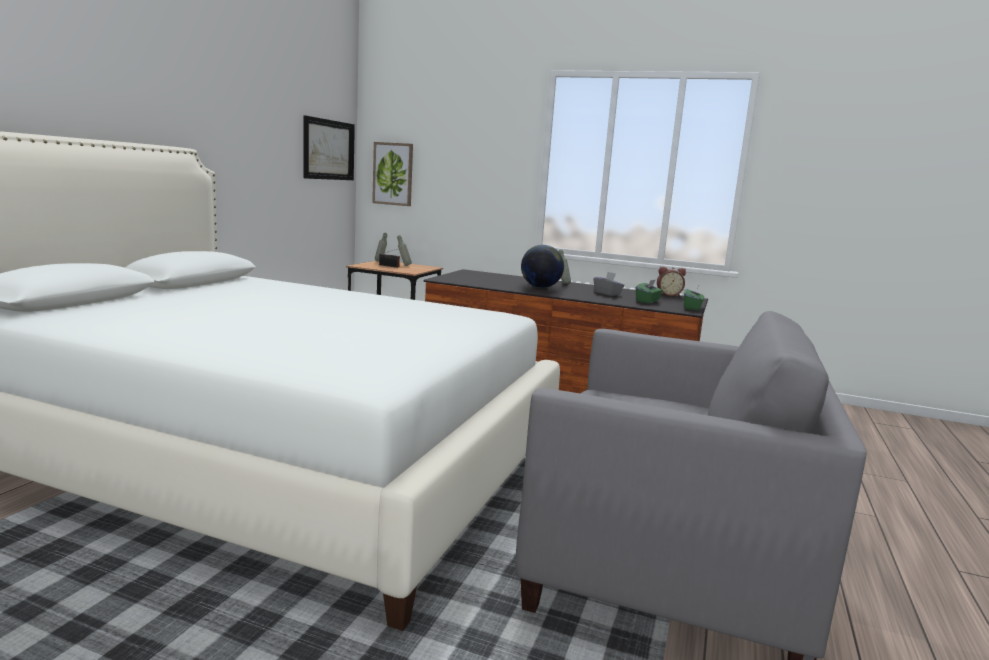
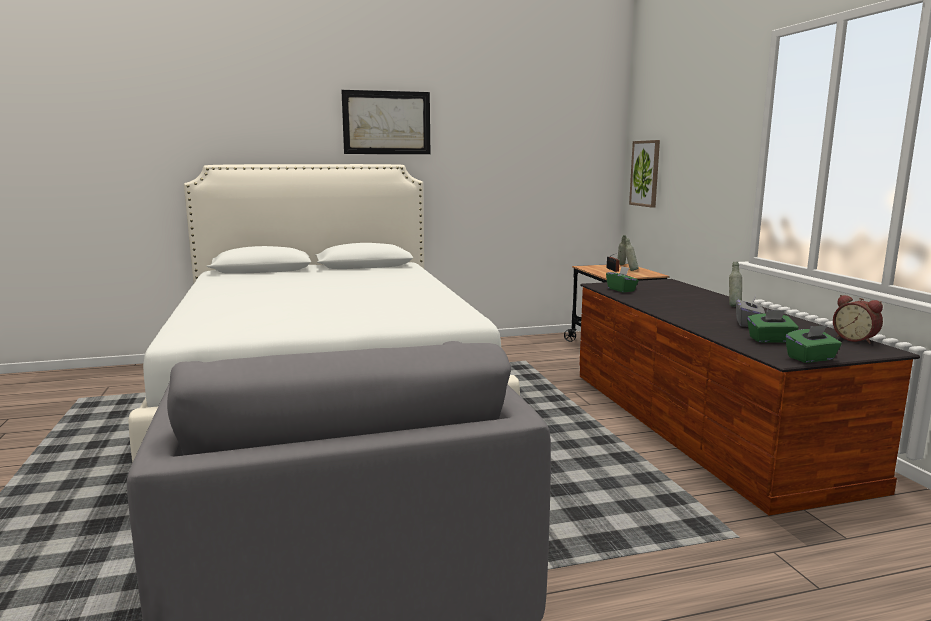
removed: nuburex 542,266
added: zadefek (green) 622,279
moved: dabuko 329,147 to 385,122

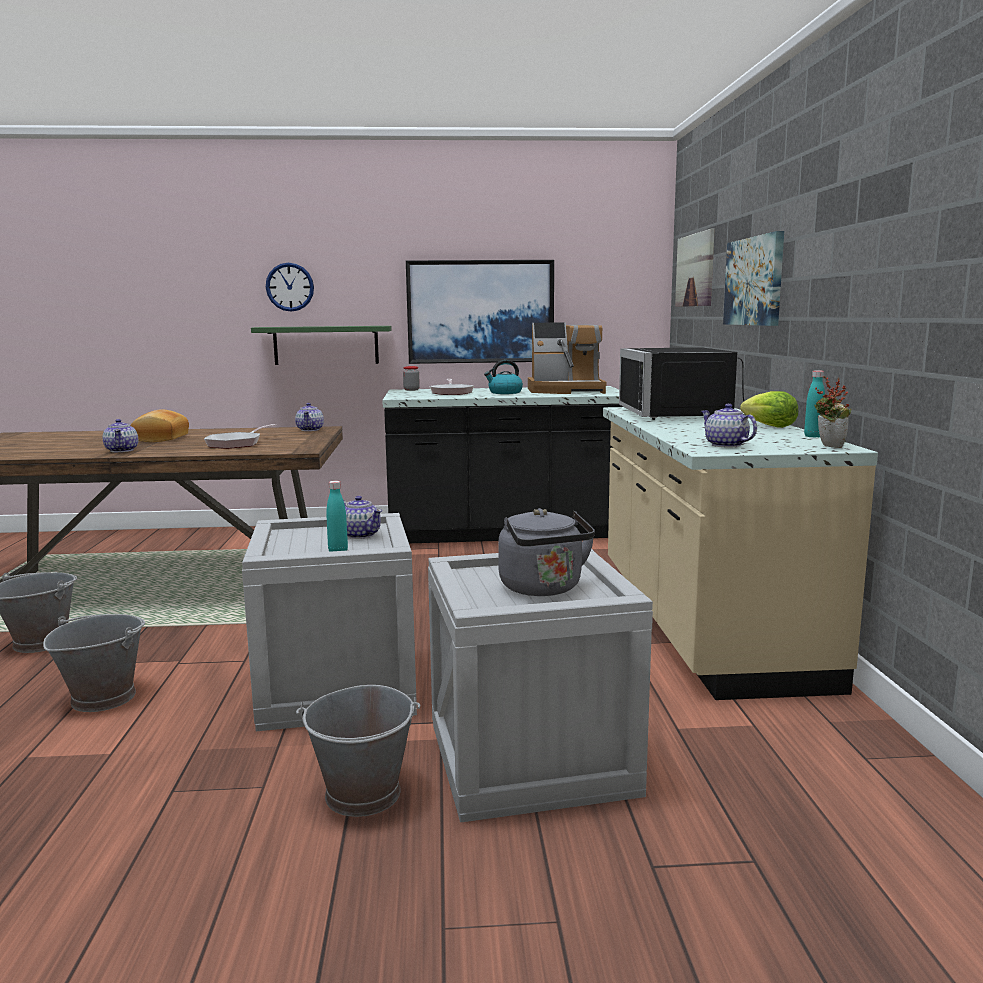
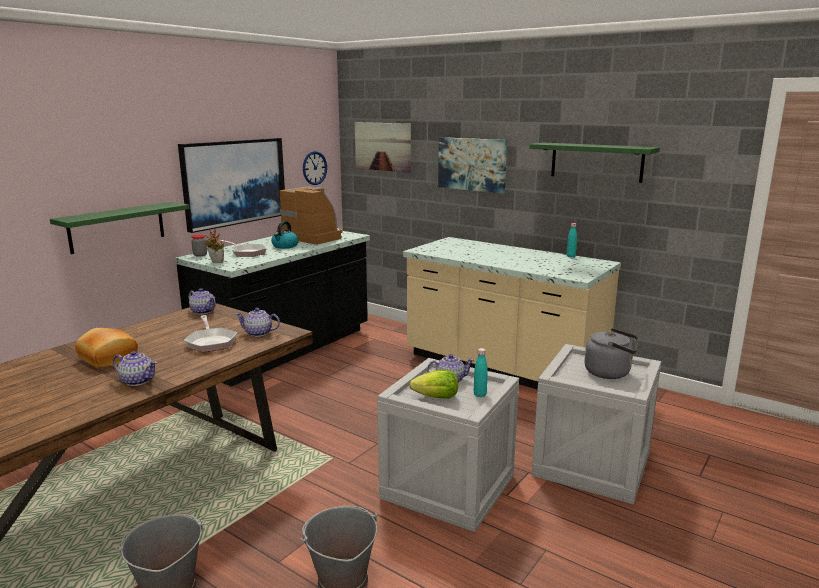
removed: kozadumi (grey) 358,751; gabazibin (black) 682,383
added: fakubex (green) 594,163
moved: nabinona 832,412 to 214,246; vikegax 729,426 to 258,322; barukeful 290,287 to 315,168; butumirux 769,409 to 433,384
turned: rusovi 567,358 = 311,215 90 degrees counterclockwise

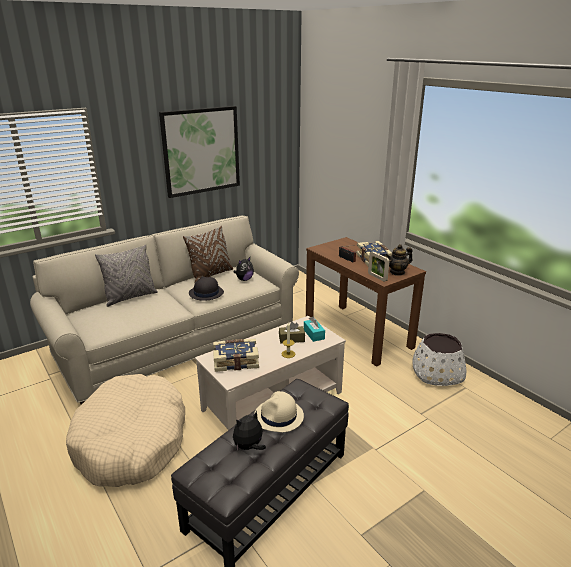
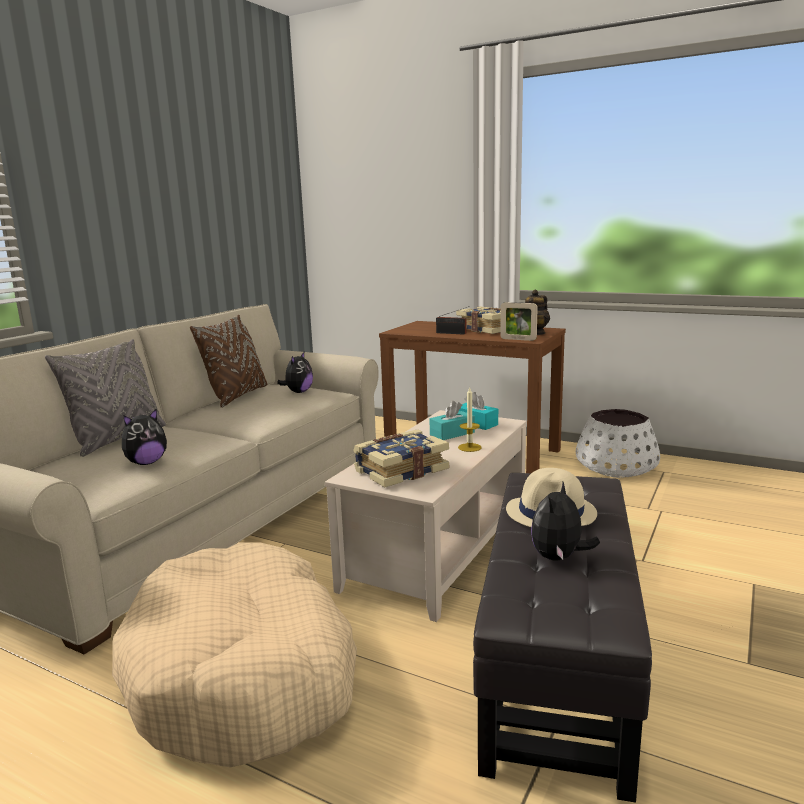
removed: dabuko 199,152; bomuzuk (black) 206,288
added: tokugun 144,437
recoloured: zadefek (brown) 292,333 to zadefek (turquoise) 452,420

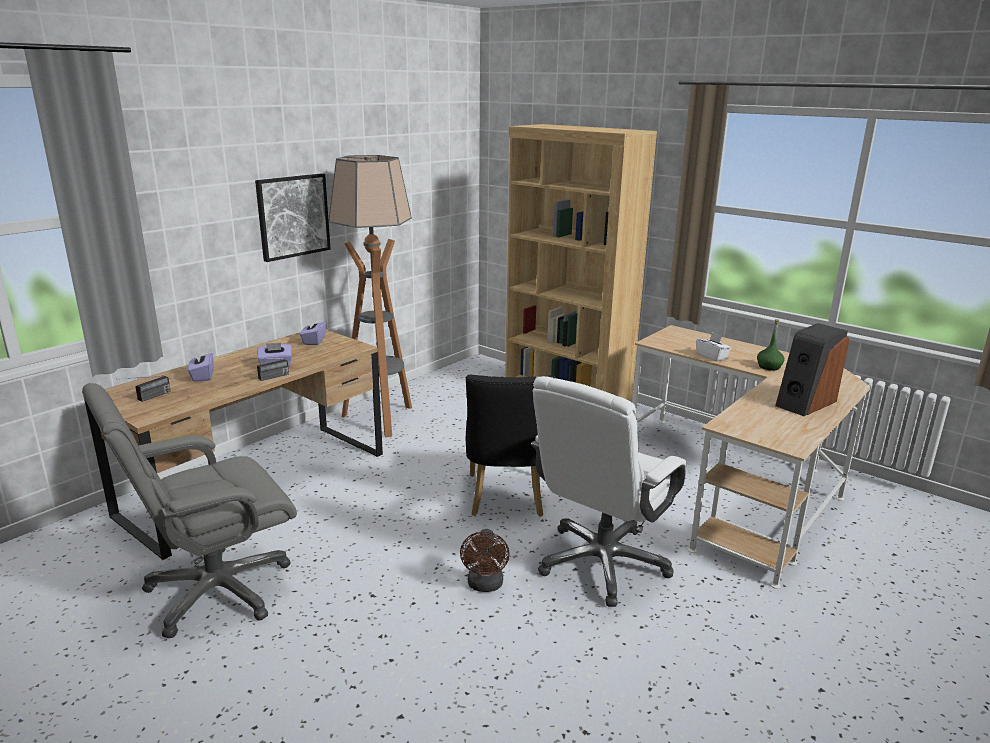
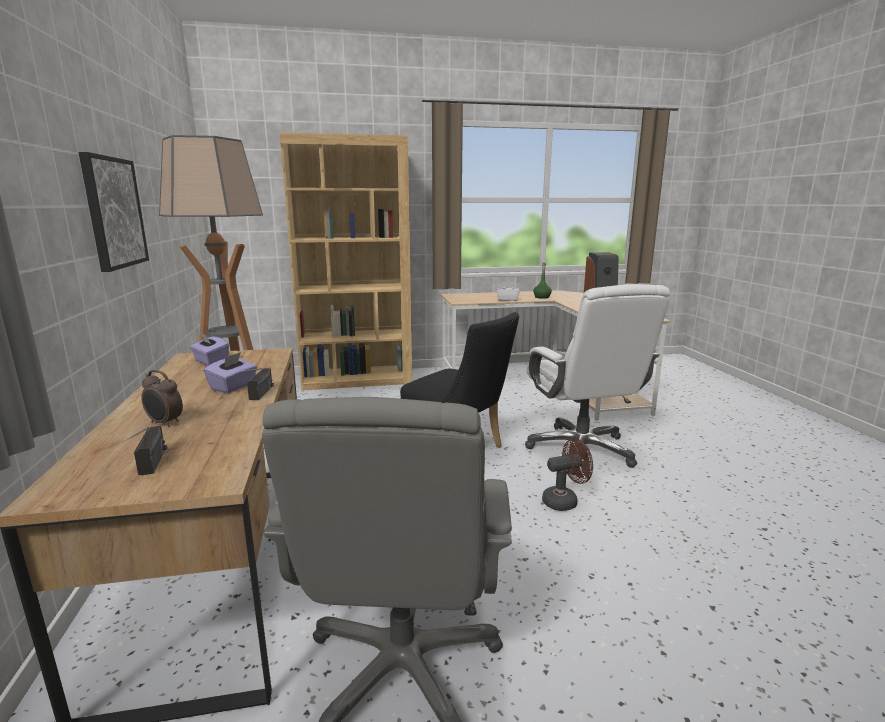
replaced: zadefek (purple) 201,366 to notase 162,398
turned: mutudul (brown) 485,560 = 567,474 60 degrees counterclockwise

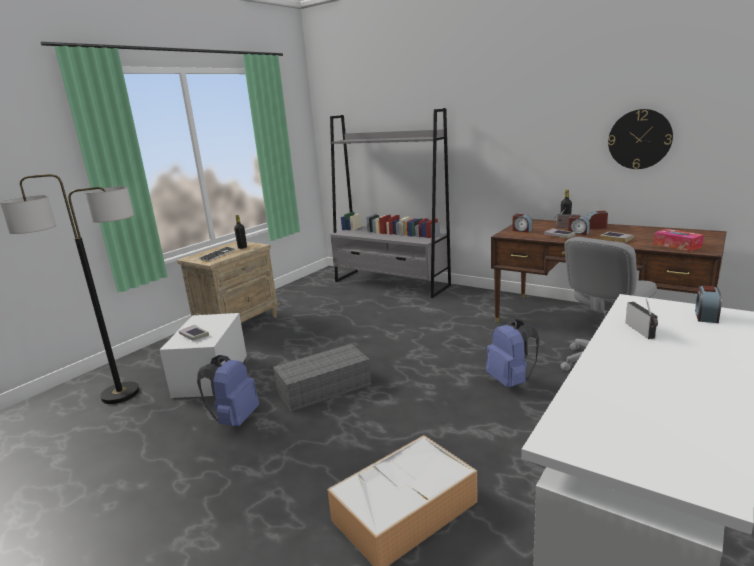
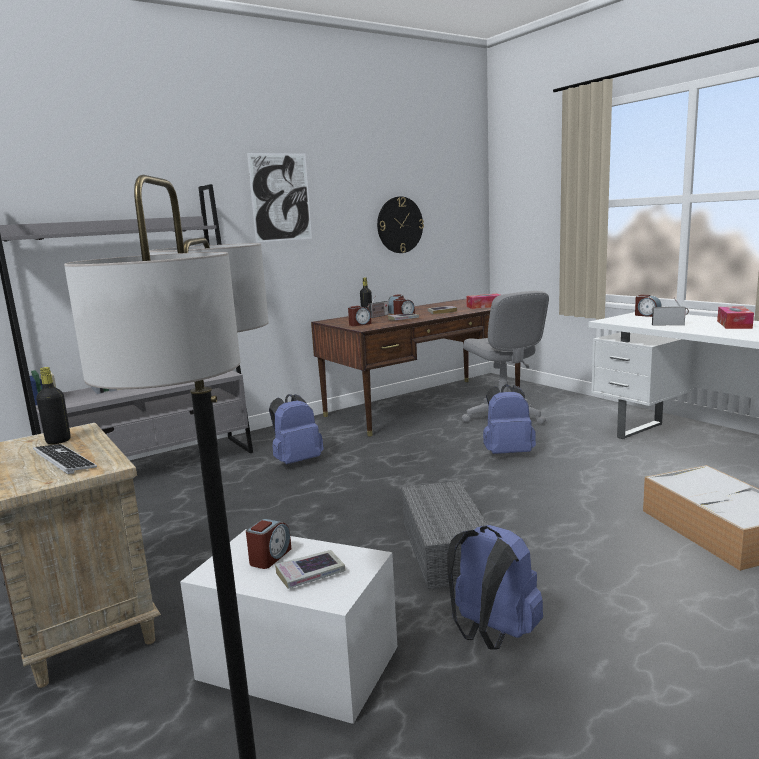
added: notase 269,544; dabuko 279,197; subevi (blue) 296,429; zadefek 735,318

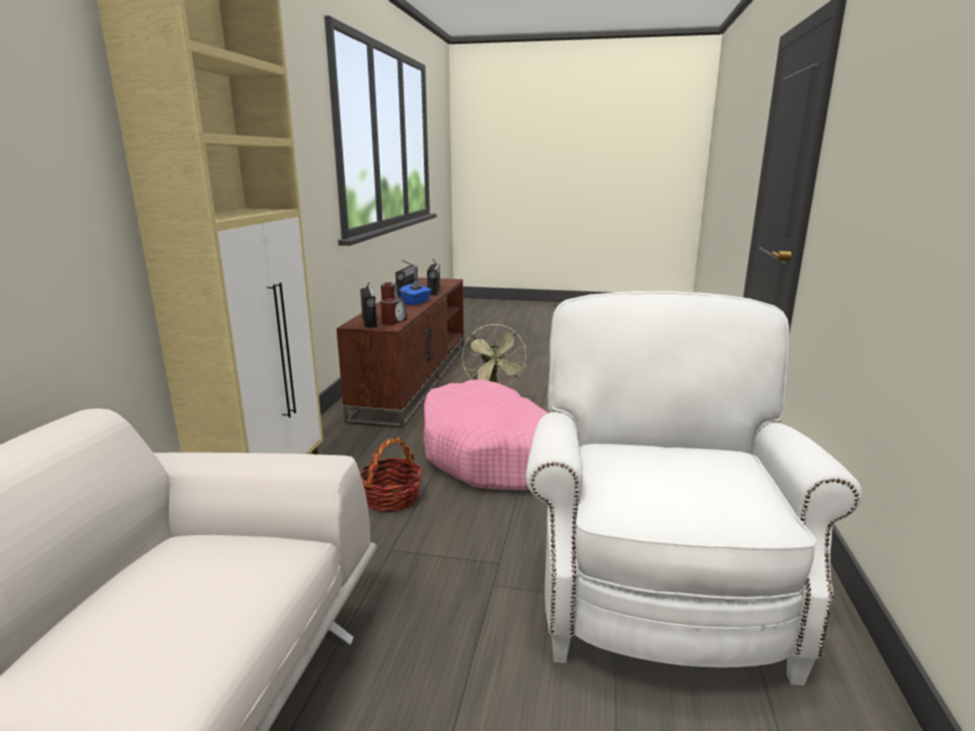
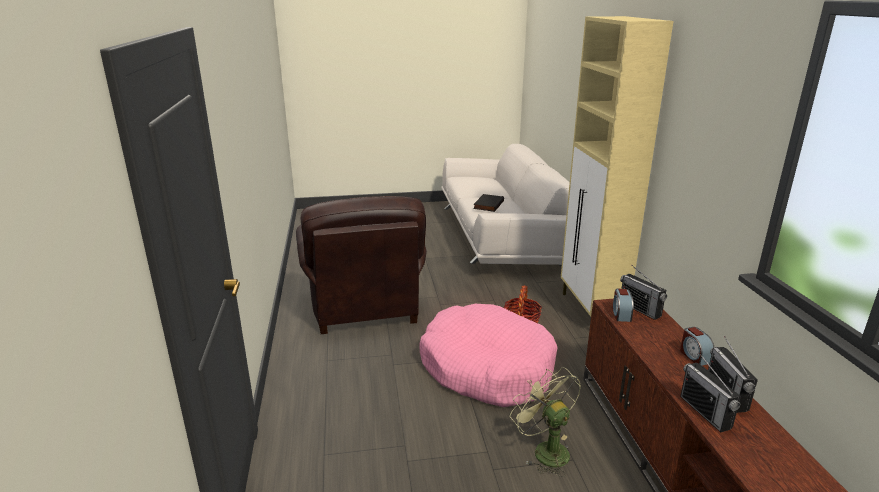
removed: zadefek (blue) 416,292
added: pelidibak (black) 488,203
recoloured: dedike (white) 694,488 to dedike (brown) 361,265

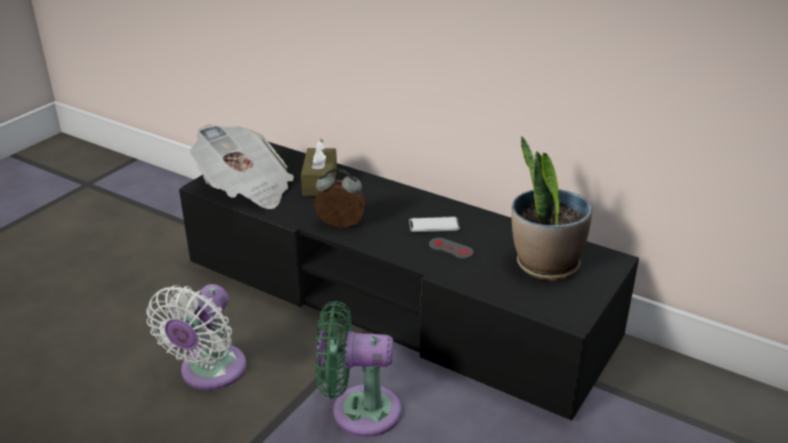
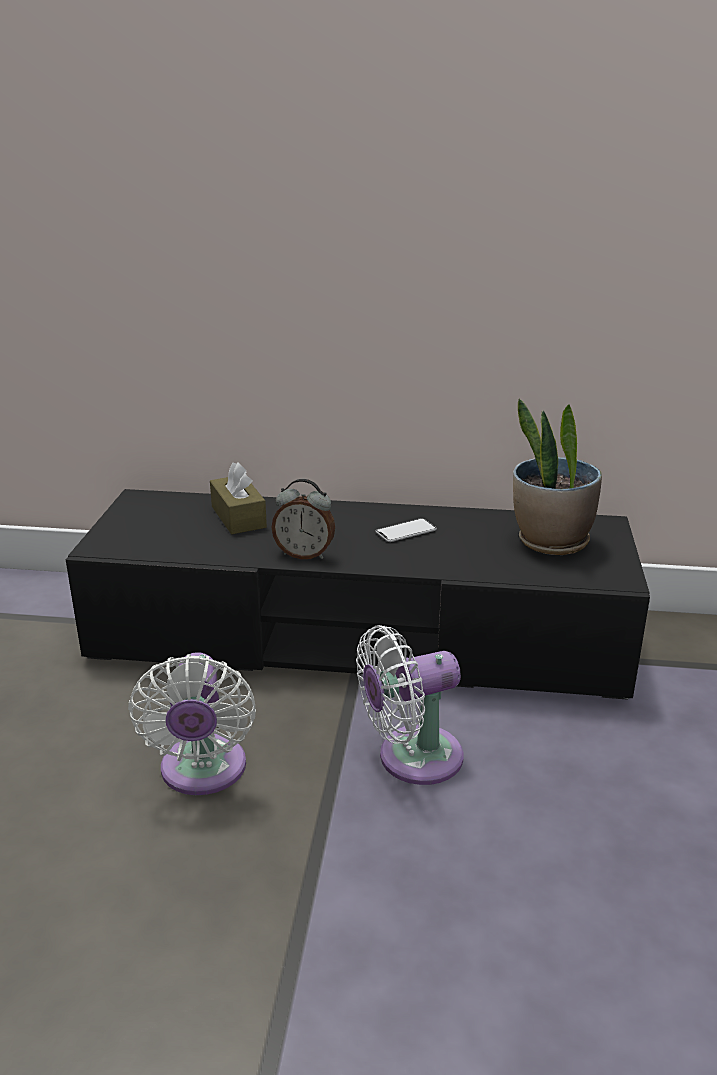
removed: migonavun 242,167; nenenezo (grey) 451,248
recoloured: mutudul (green) 358,369 to mutudul (white) 409,705
turned: notase 340,198 = 303,519 150 degrees counterclockwise

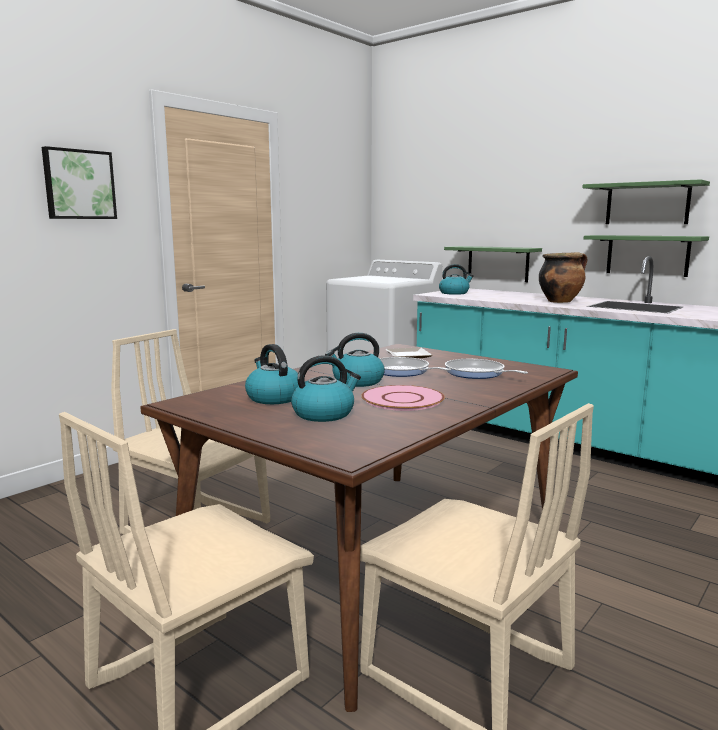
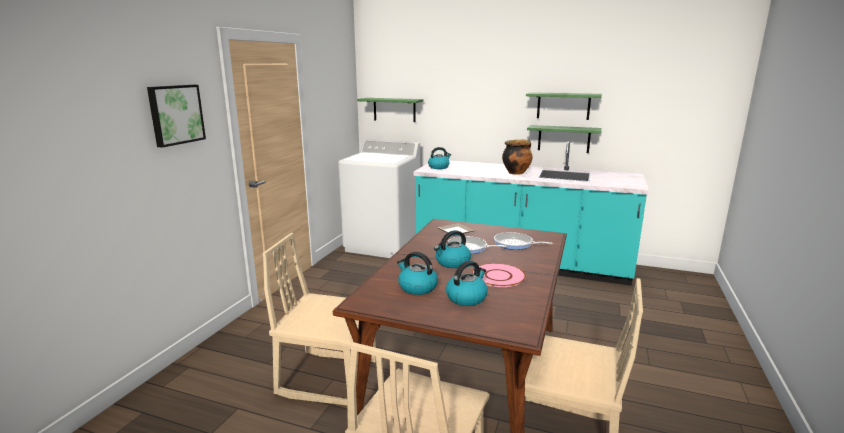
moved: fakubex (green) 493,264 to 390,110

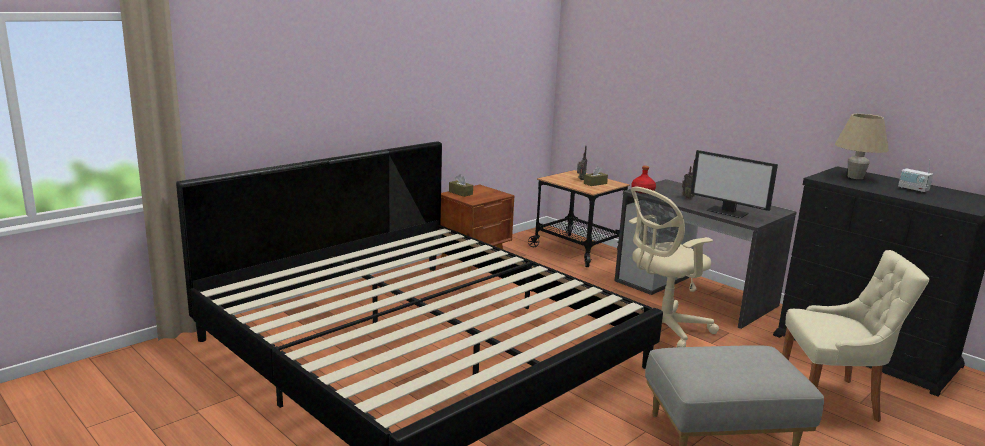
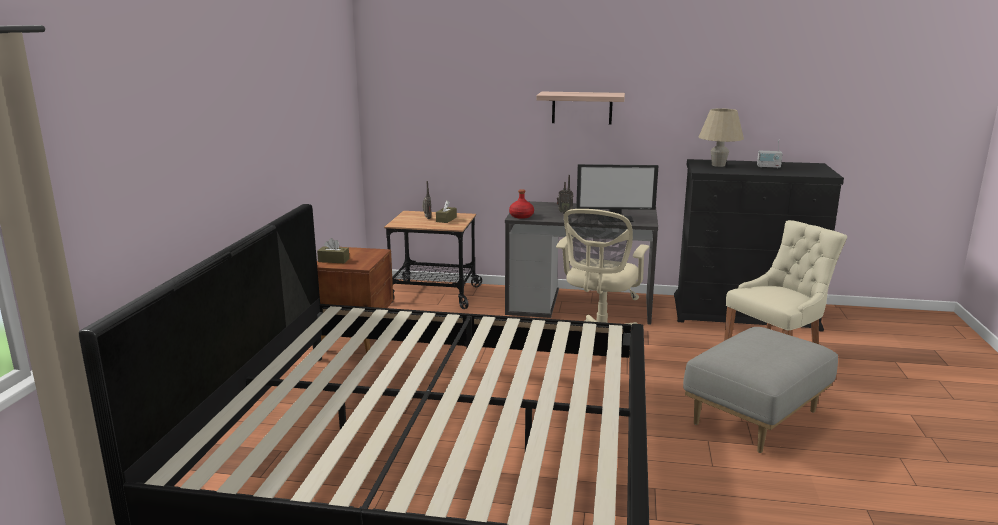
added: fakubex 580,108

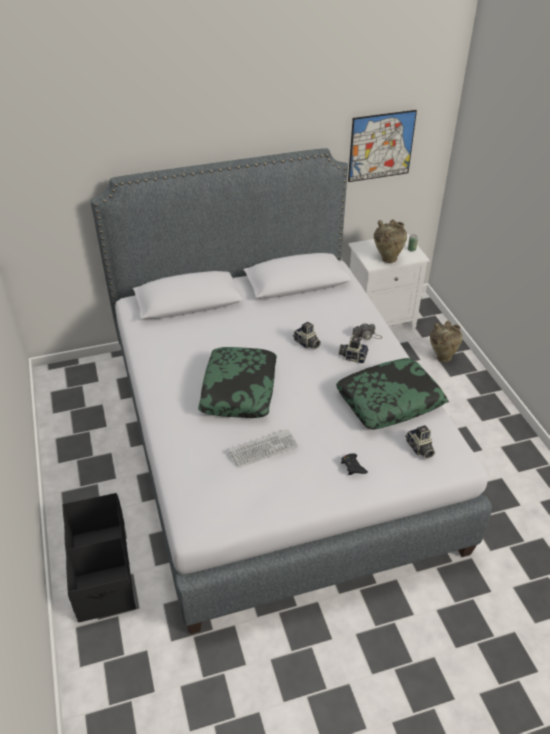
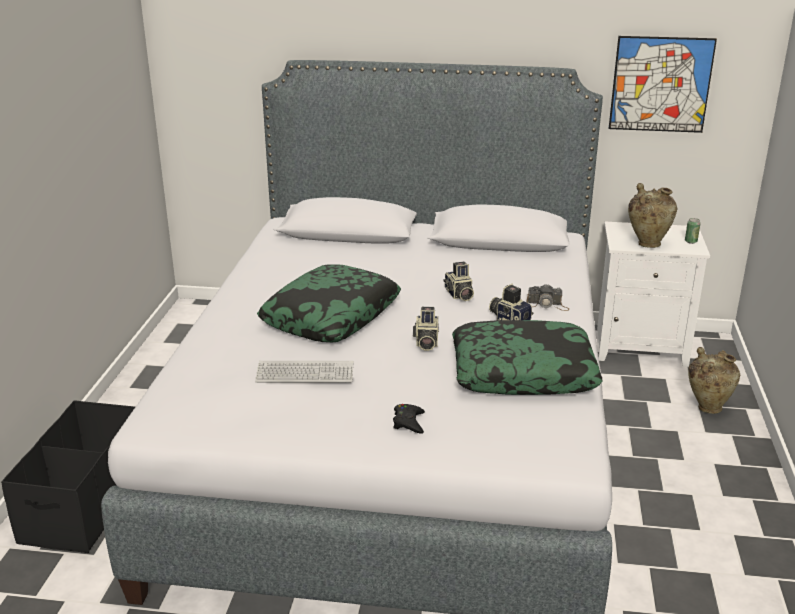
moved: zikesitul 420,442 to 426,329

